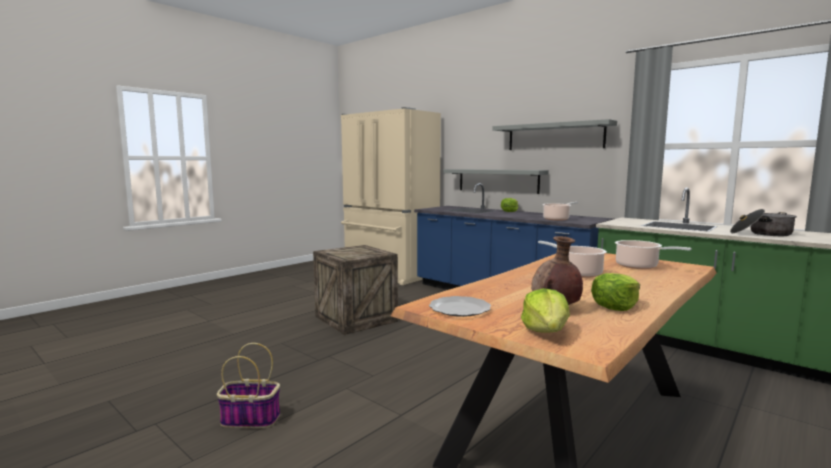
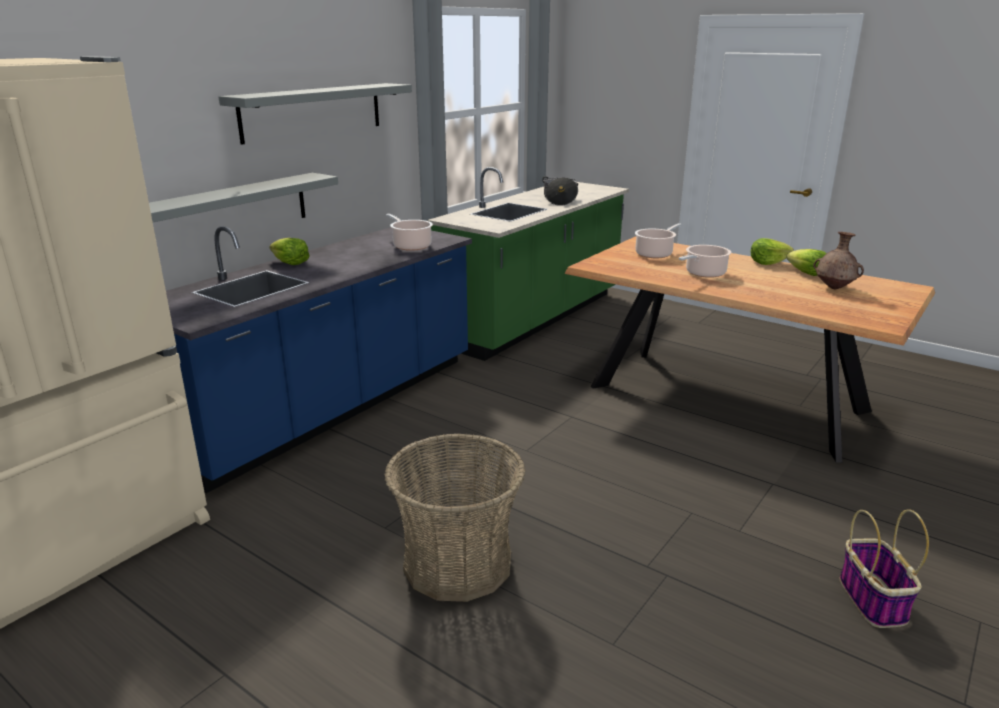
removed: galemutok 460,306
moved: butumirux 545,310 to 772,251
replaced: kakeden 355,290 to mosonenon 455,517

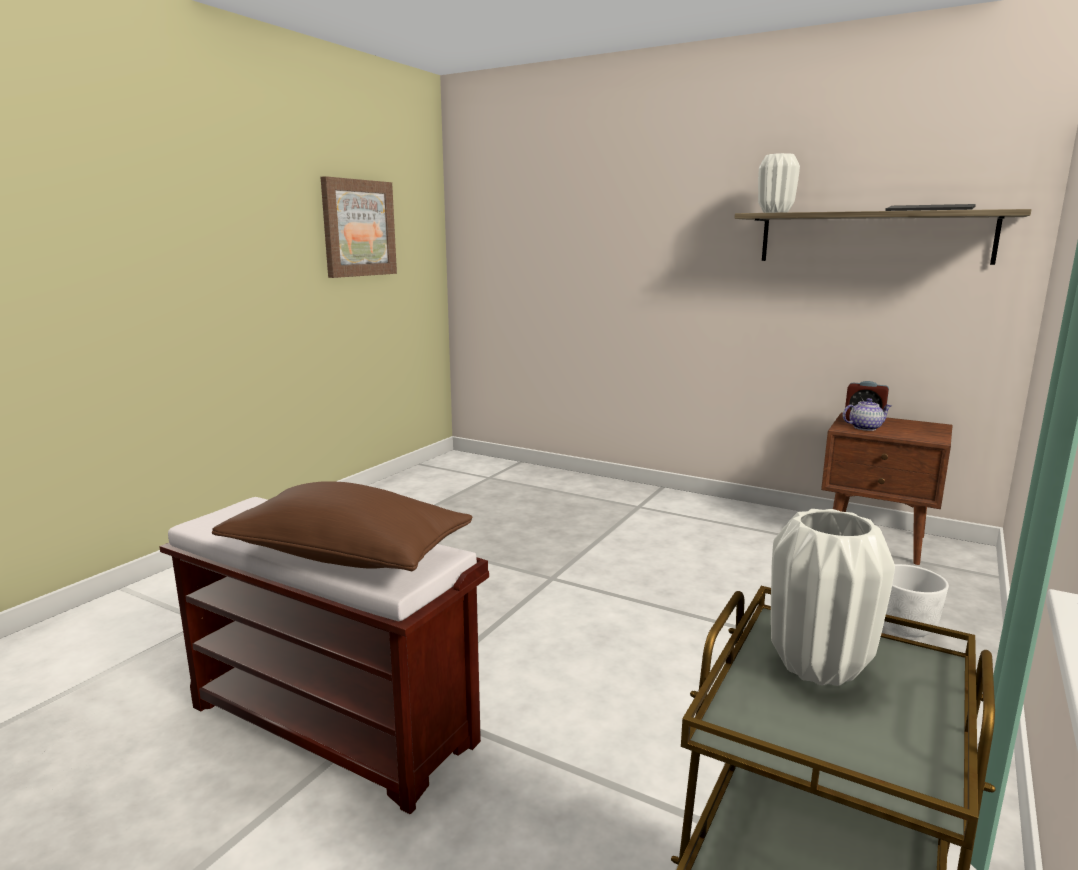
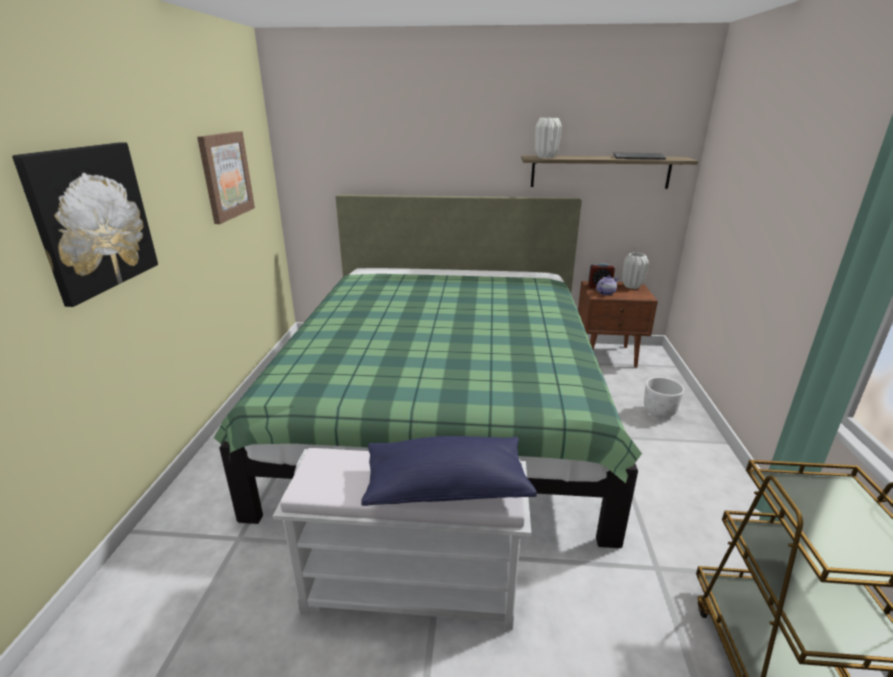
added: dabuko 85,224; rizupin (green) 428,371
moved: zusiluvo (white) 833,597 to 635,271
recoloured: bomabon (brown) 324,655 to bomabon (white) 402,539; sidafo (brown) 342,526 to sidafo (blue) 449,471

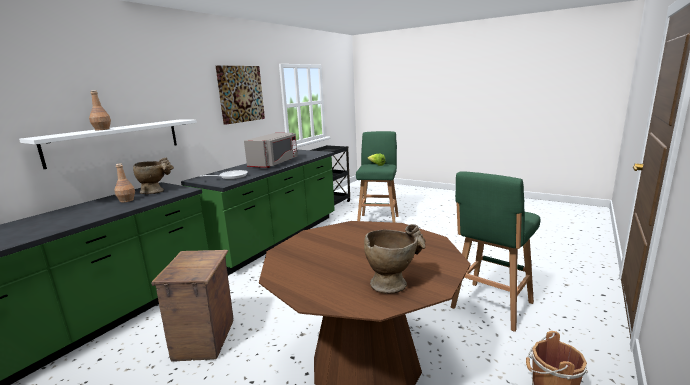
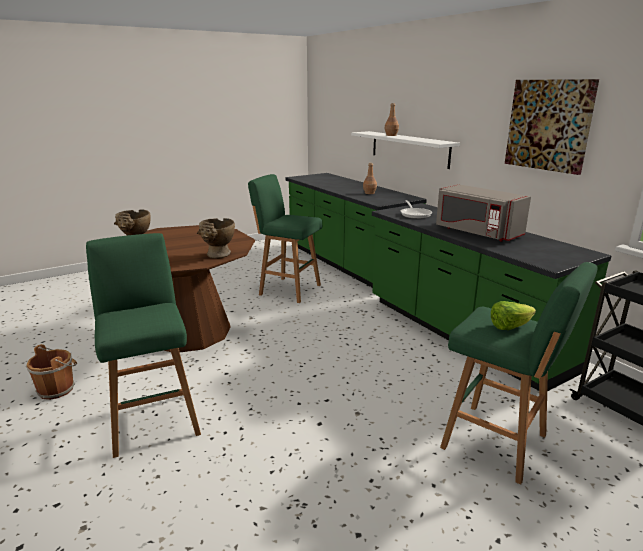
moved: zusiluvo (beige) 153,176 to 216,238
replaced: kakeden 192,306 to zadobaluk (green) 285,238

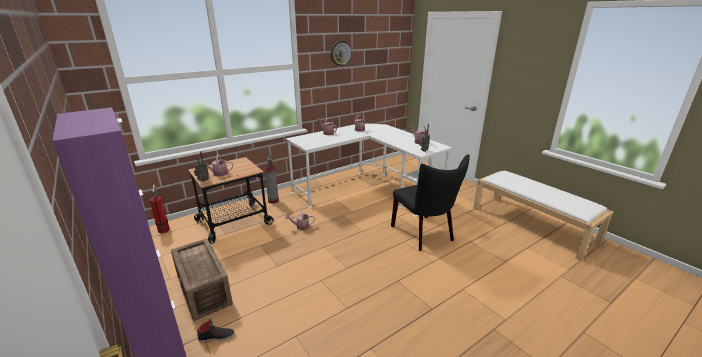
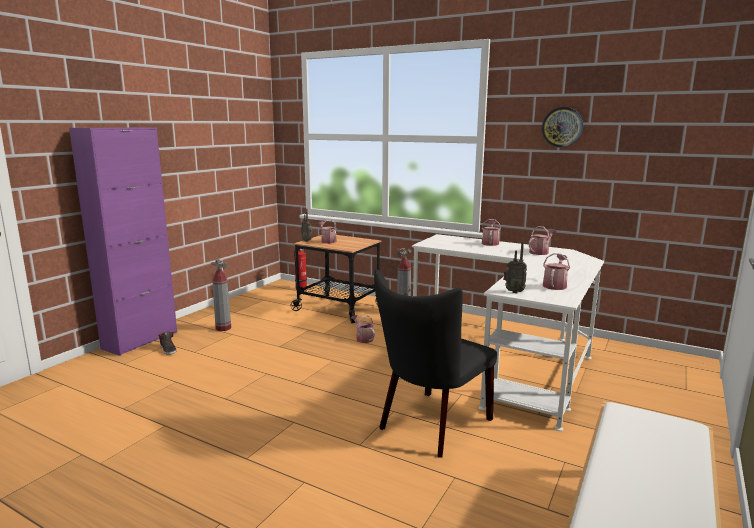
replaced: kakeden 202,279 to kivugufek 221,295

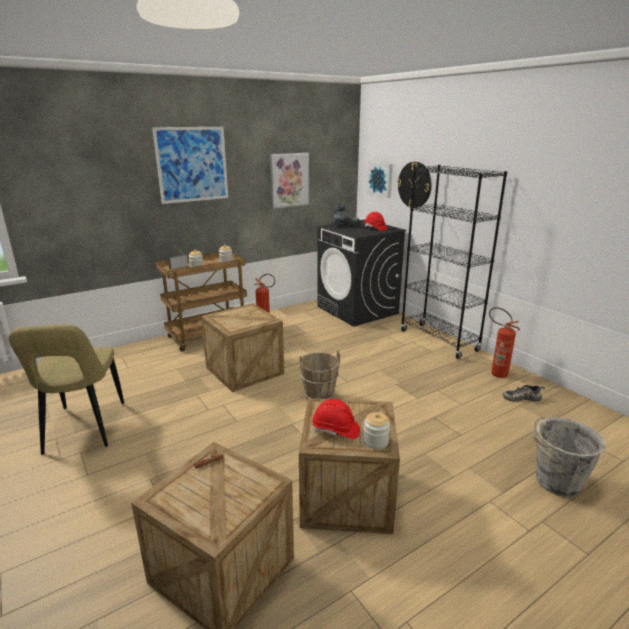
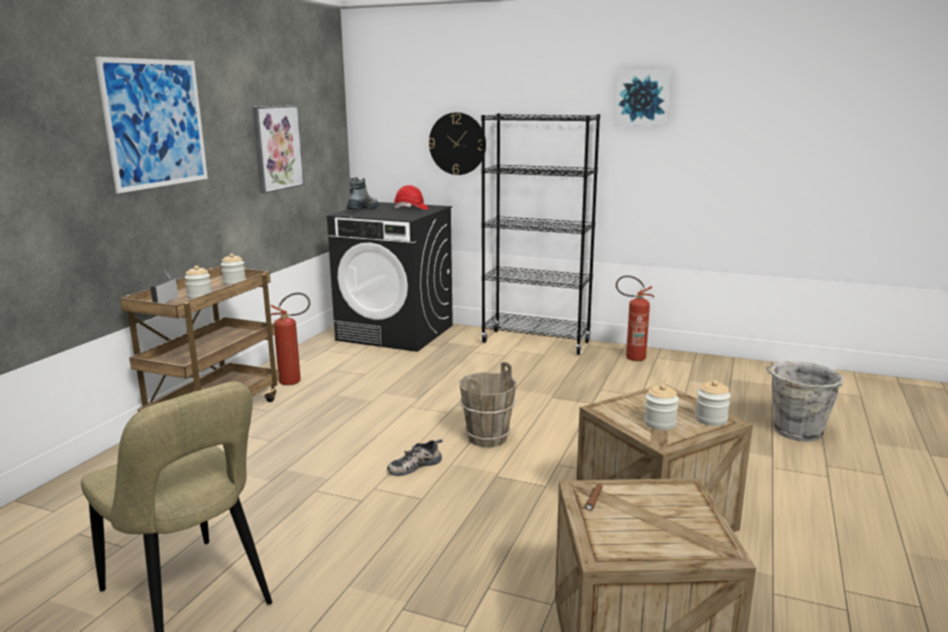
removed: kakeden 242,347
moved: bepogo 524,393 to 415,457; dabuko 380,180 to 644,98
replaced: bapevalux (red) 336,419 to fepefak 661,407

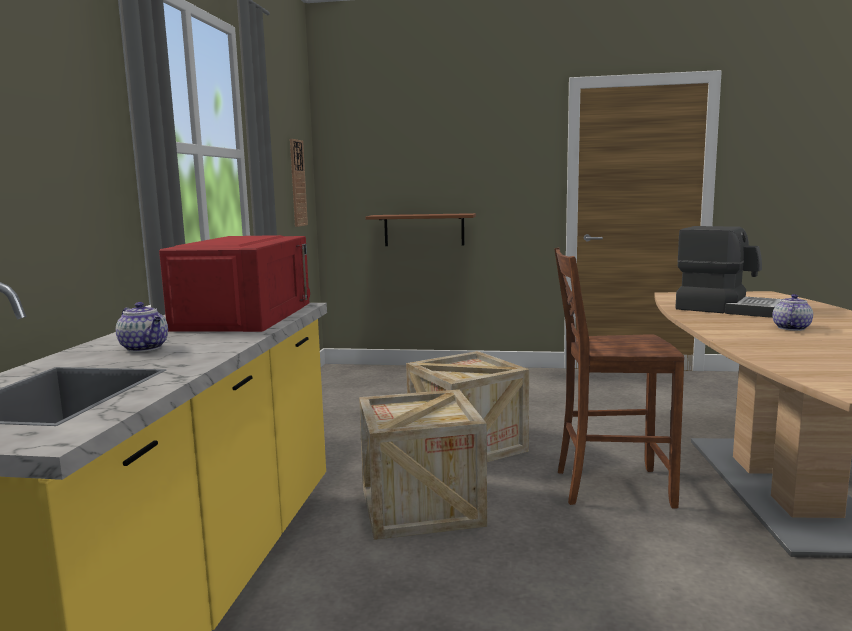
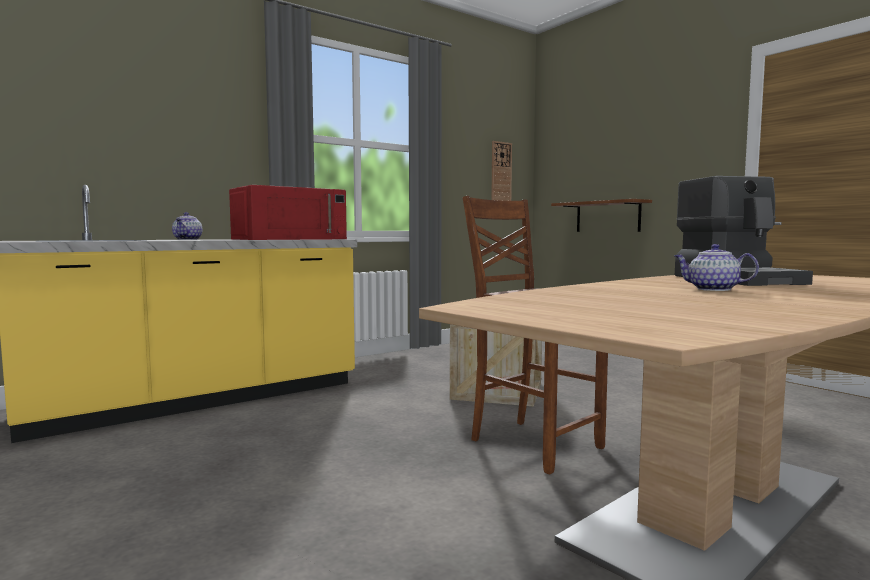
removed: kakeden 423,464
turned: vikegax 792,312 = 716,267 135 degrees counterclockwise

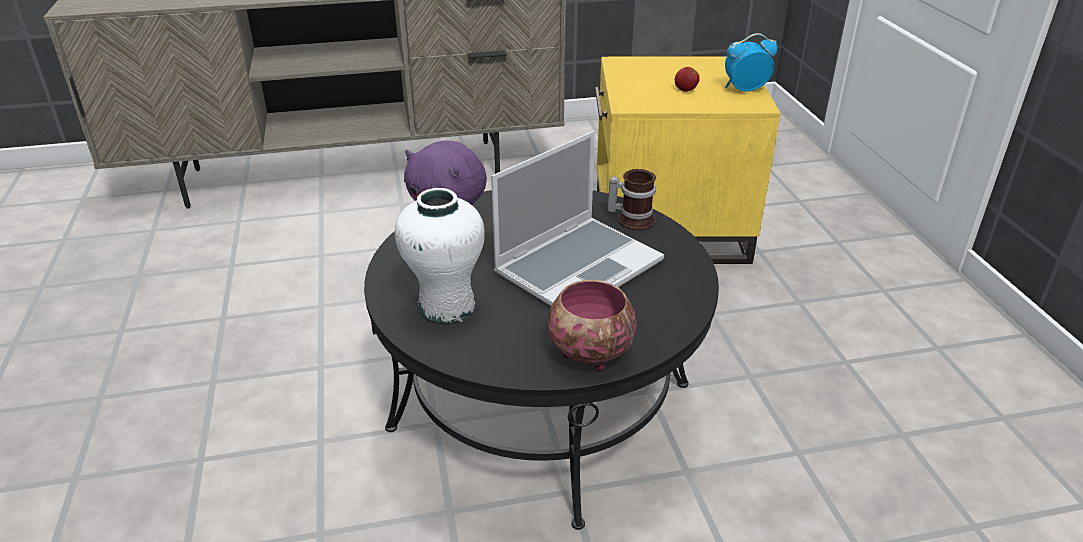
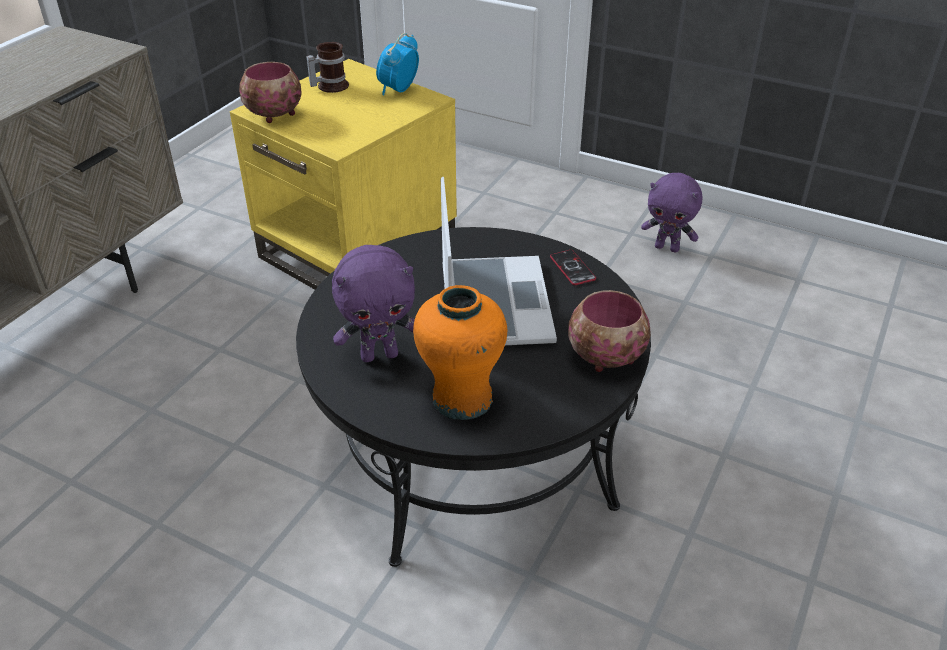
removed: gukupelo 687,79
added: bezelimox 270,92; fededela 573,267; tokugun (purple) 671,213
moved: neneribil 632,199 to 327,67
recoloured: zusiluvo (white) 440,256 to zusiluvo (orange) 460,352

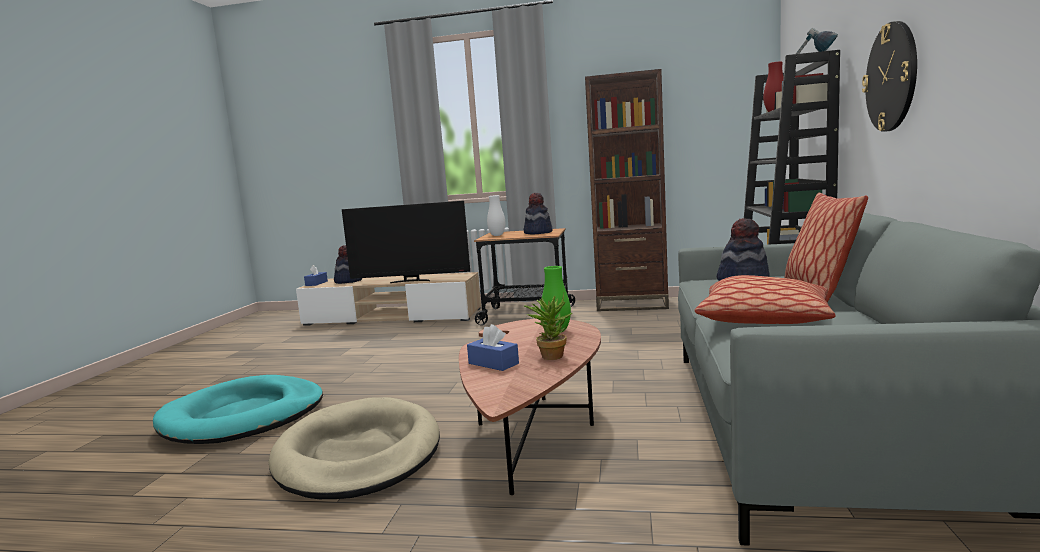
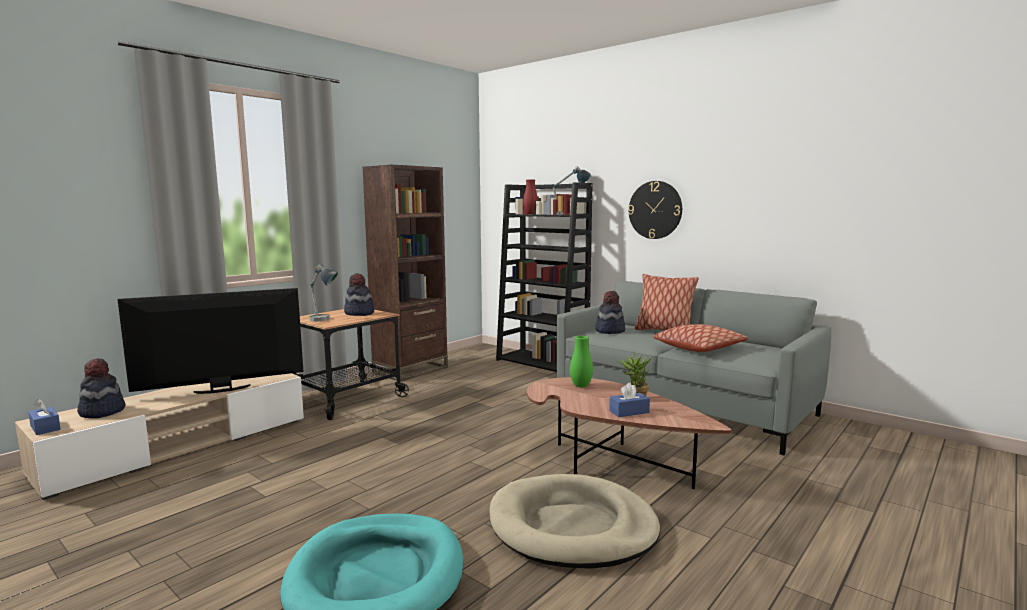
replaced: zusiluvo (white) 496,215 to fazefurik 324,292
turned: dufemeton 406,242 = 210,341 150 degrees counterclockwise

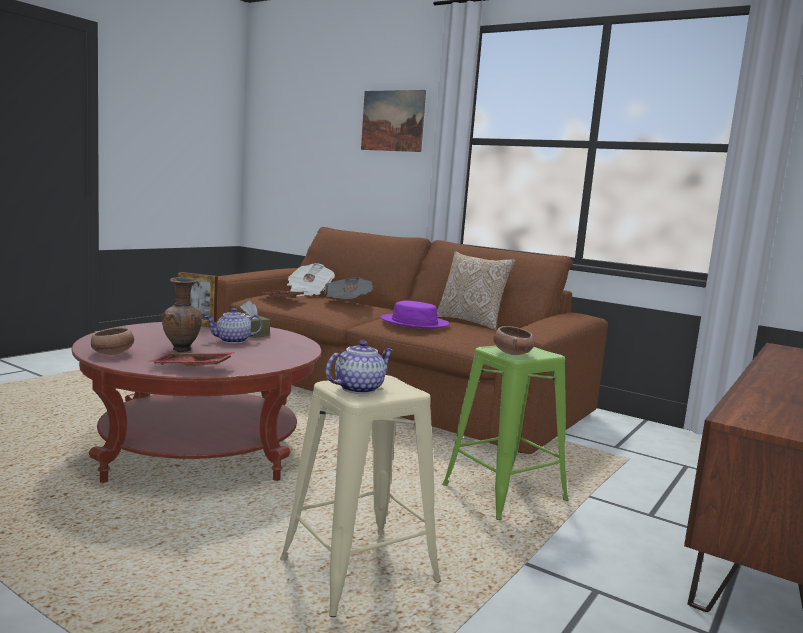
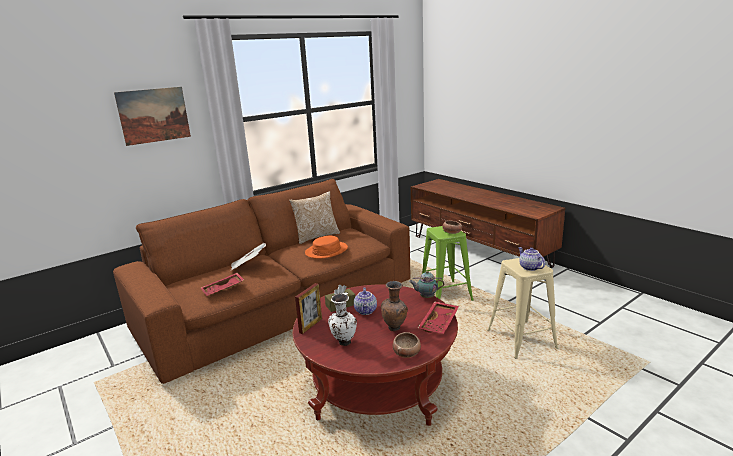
removed: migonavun 311,279
added: zusiluvo (white) 342,320; vikegax 426,284
recoloured: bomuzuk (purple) 415,314 to bomuzuk (orange) 326,247

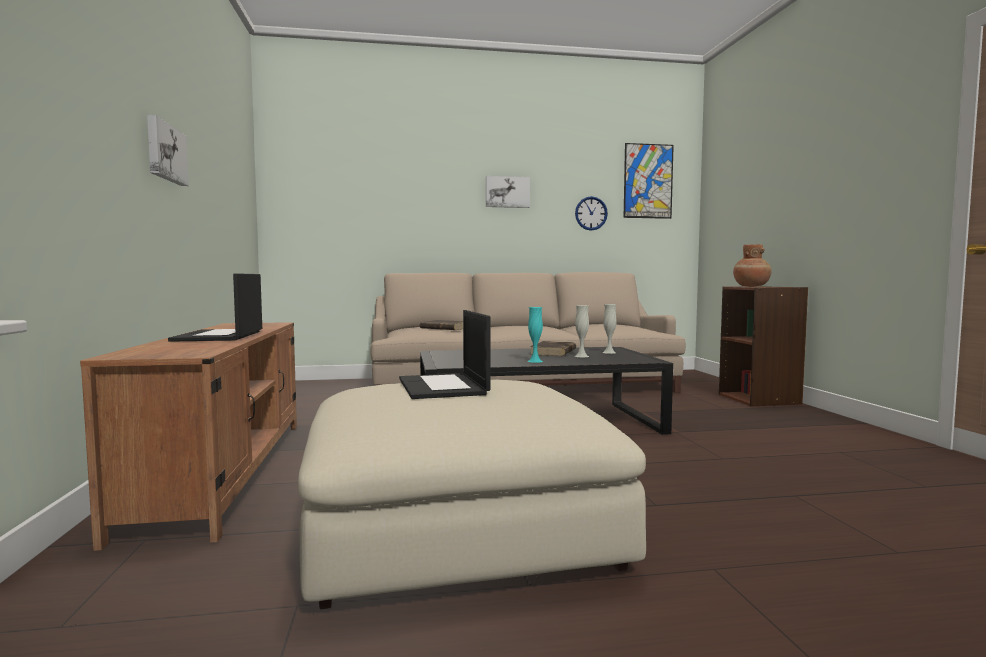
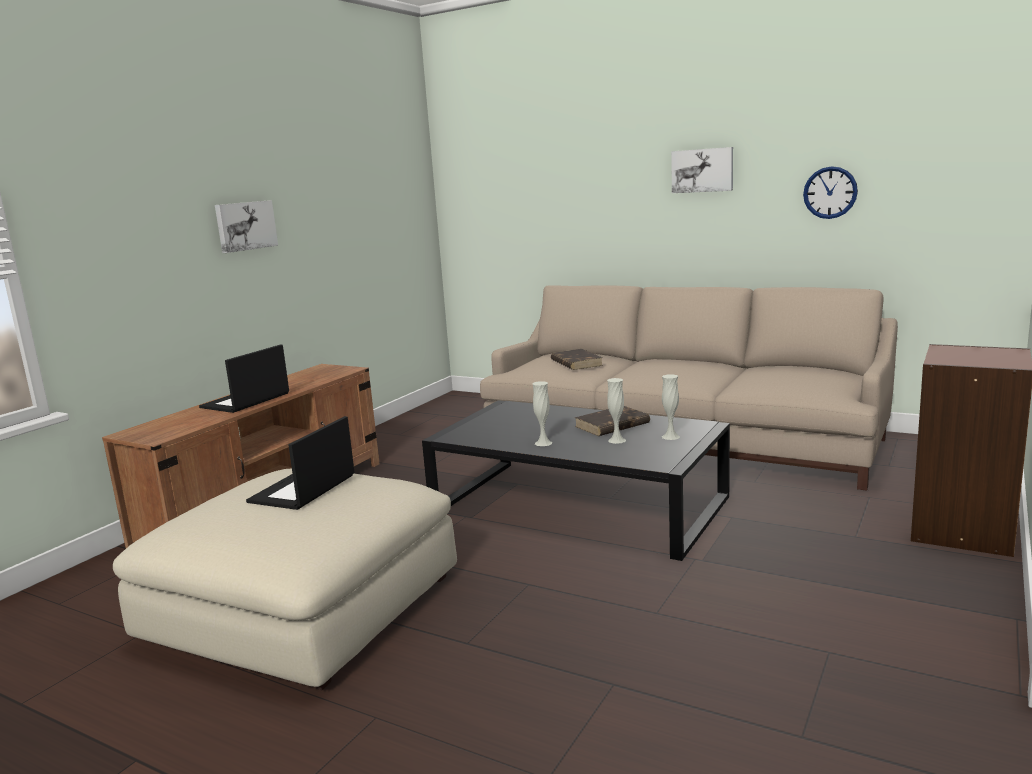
removed: dabuko 649,181; zusiluvo (brown) 752,265
recoloured: zusiluvo (turquoise) 535,335 to zusiluvo (white) 542,413

